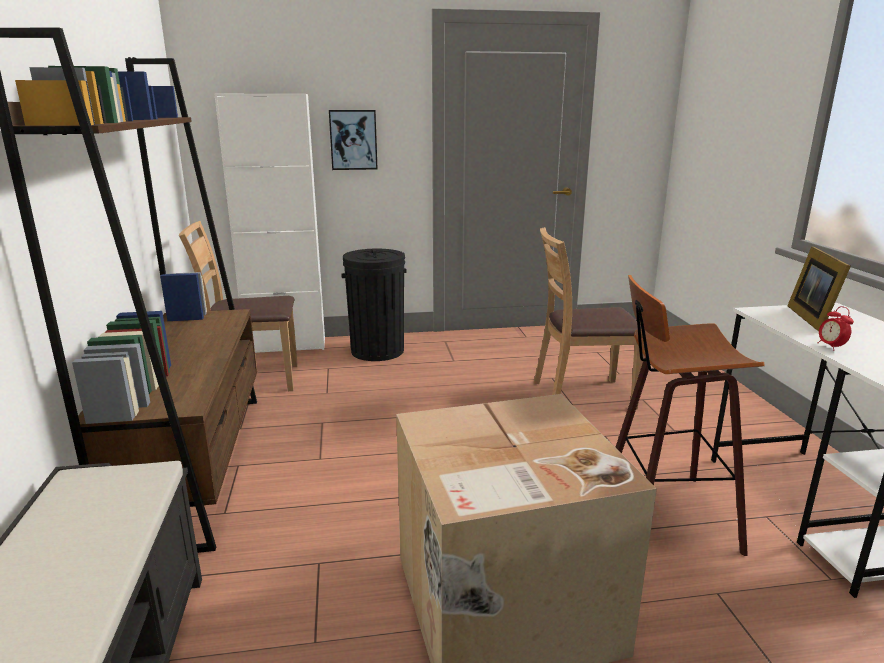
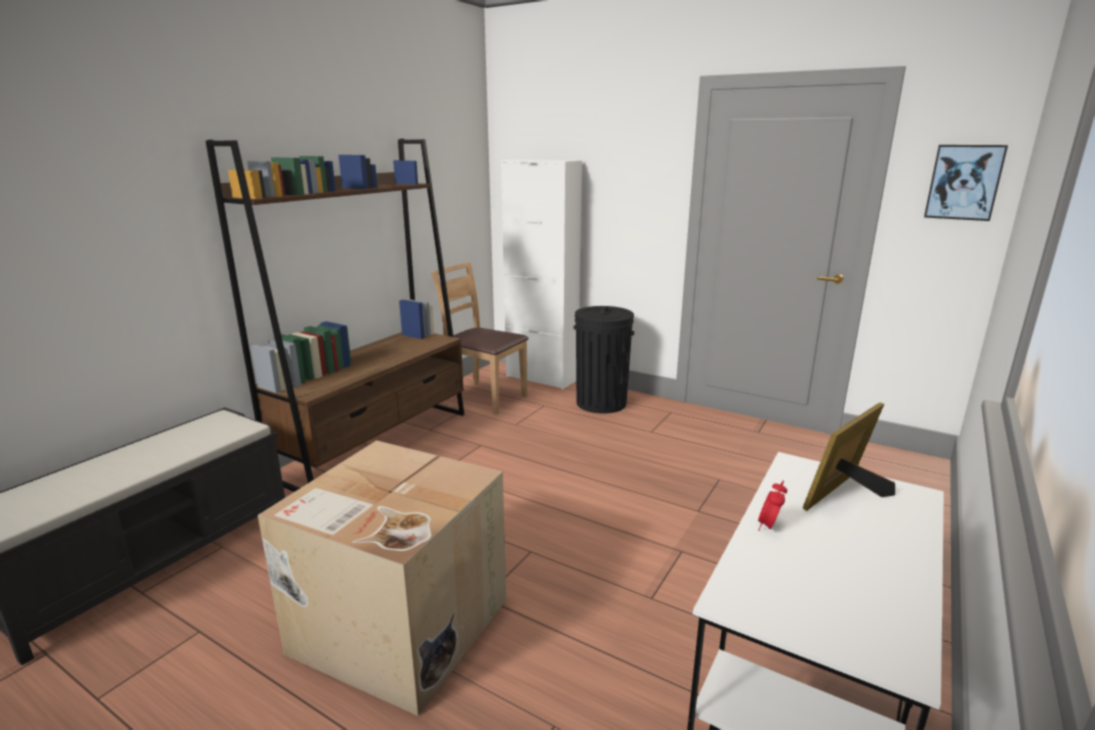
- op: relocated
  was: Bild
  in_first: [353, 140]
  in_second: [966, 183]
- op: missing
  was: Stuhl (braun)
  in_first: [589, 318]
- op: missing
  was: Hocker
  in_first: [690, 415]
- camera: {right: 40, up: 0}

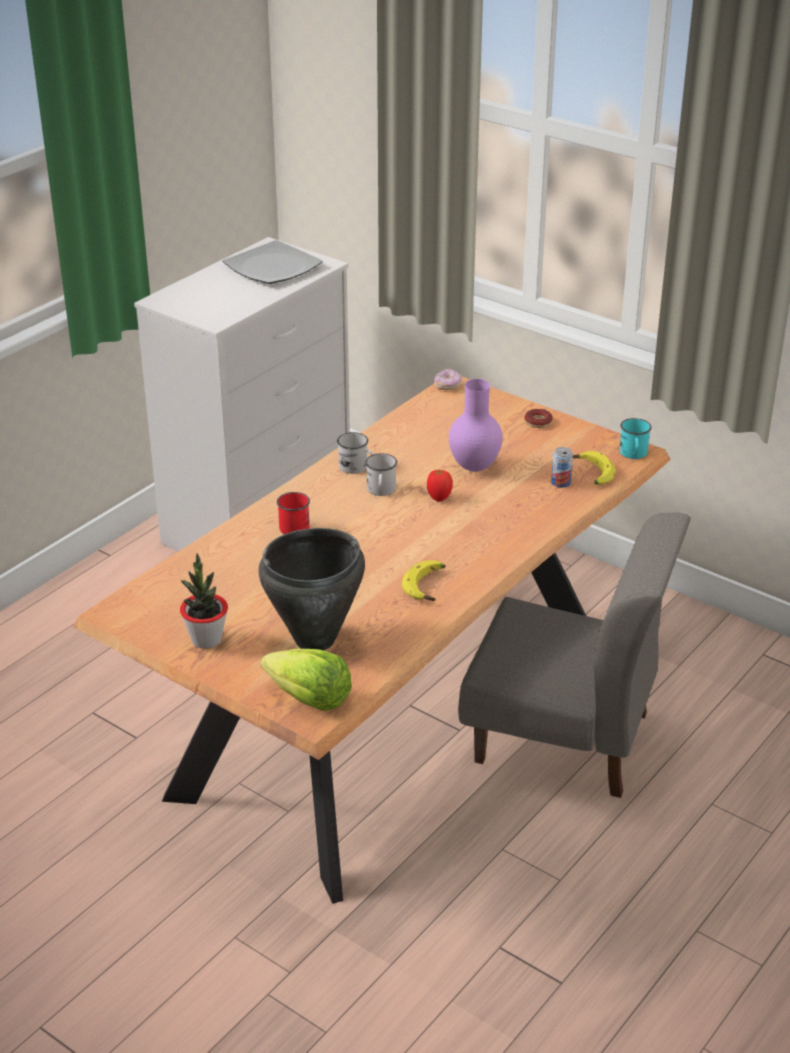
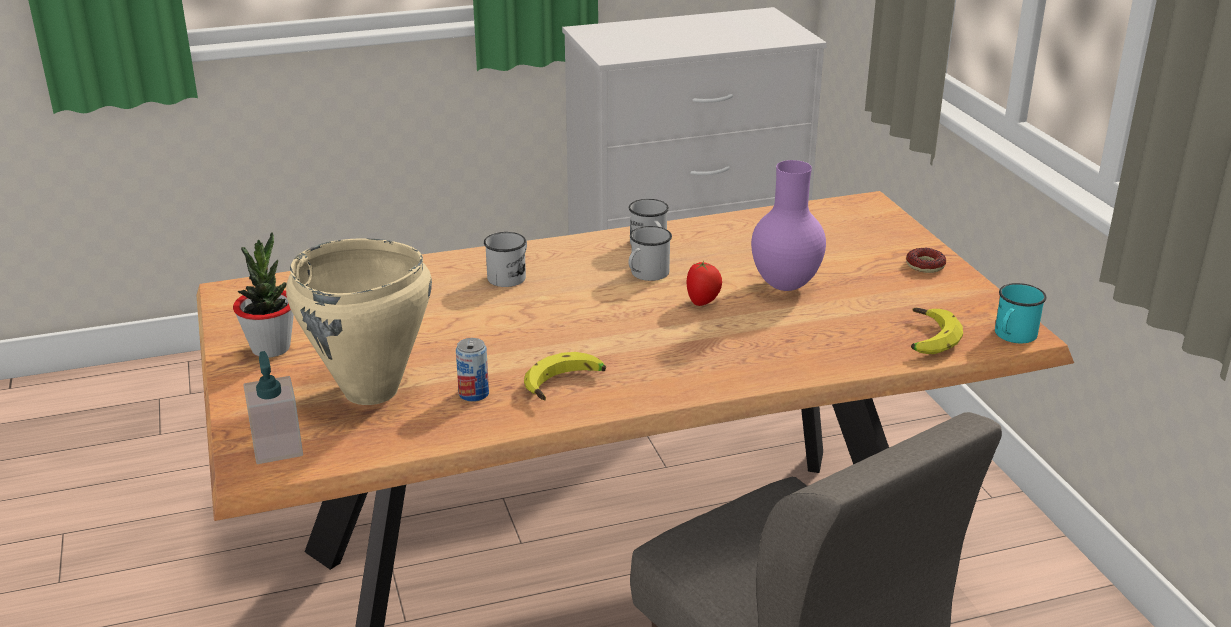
- op: exchanged
  was: Salatkopf
  now: Seifenspender
  in_first: [306, 680]
  in_second: [273, 407]
- op: colour
  was: Kochtopf (schwarz)
  now: Kochtopf (beige)
  in_first: [311, 589]
  in_second: [359, 321]
- op: relocated
  was: Dose
  in_first: [562, 467]
  in_second: [472, 370]
- op: colour
  was: Henkelbecher (rot)
  now: Henkelbecher (weiß)
  in_first: [293, 513]
  in_second: [505, 259]
- op: missing
  was: Teller
  in_first: [273, 262]
- op: missing
  was: Donut
  in_first: [448, 379]
- camera: {right: 35, up: -5}

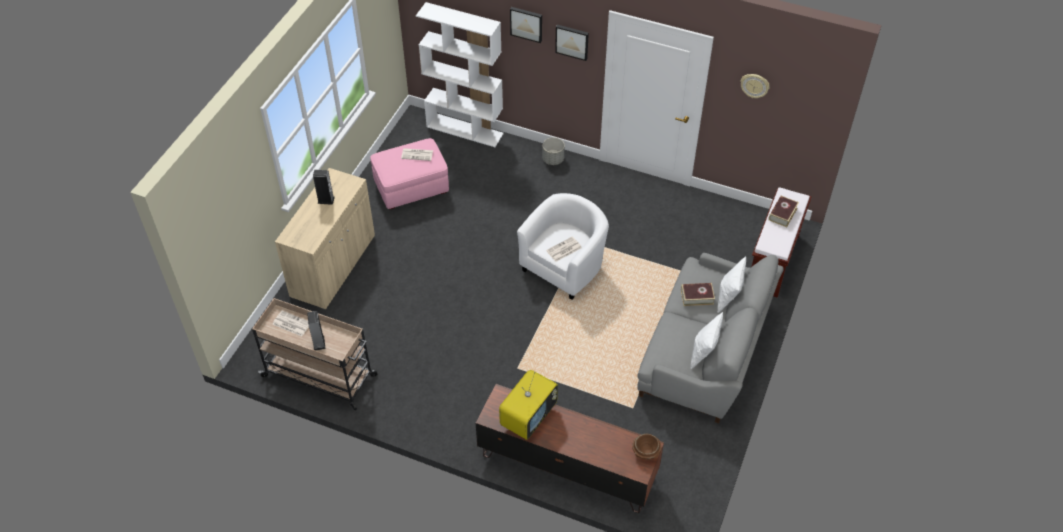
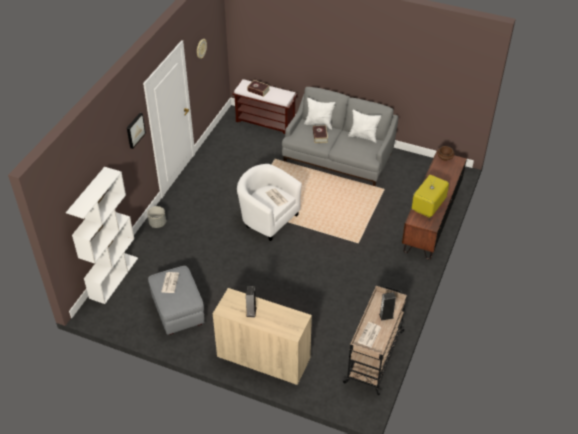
- op: colour
  was: Polsterhocker (rosa)
  now: Polsterhocker (grau)
  in_first: [409, 174]
  in_second: [176, 300]
- op: spun
  was: Fernseher
  in_first: [528, 405]
  in_second: [430, 196]
  clockwise: -90
- op: missing
  was: Bild
  in_first: [526, 25]
- camera: {right: -90, up: -5}

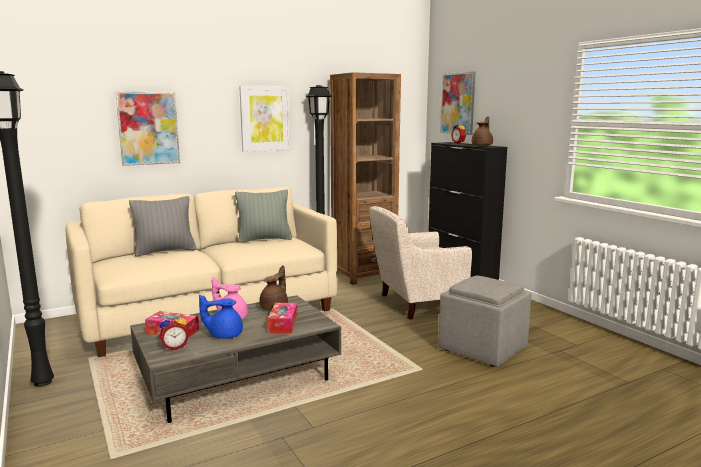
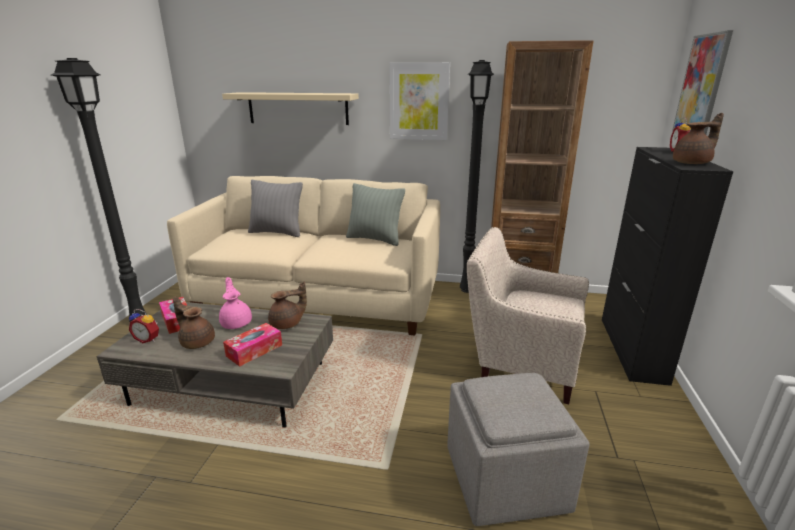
- op: colour
  was: Teekanne (blau)
  now: Teekanne (braun)
  in_first: [221, 316]
  in_second: [194, 322]
- op: exchanged
  was: Bild
  now: Wandregal (beige)
  in_first: [147, 128]
  in_second: [290, 108]
- camera: {right: 40, up: 10}

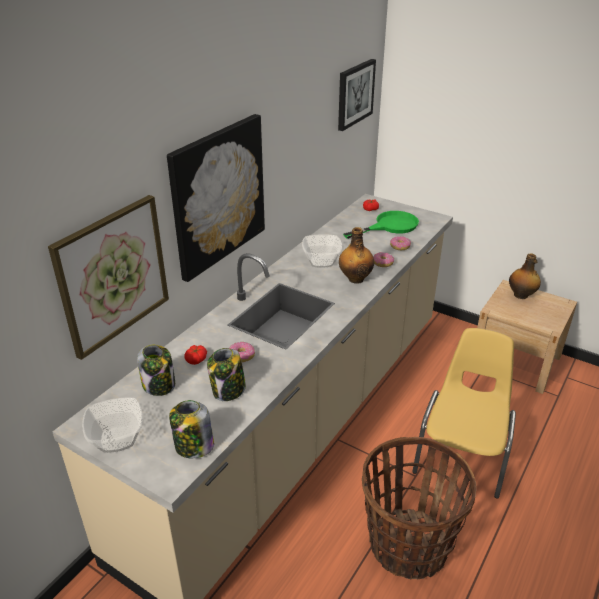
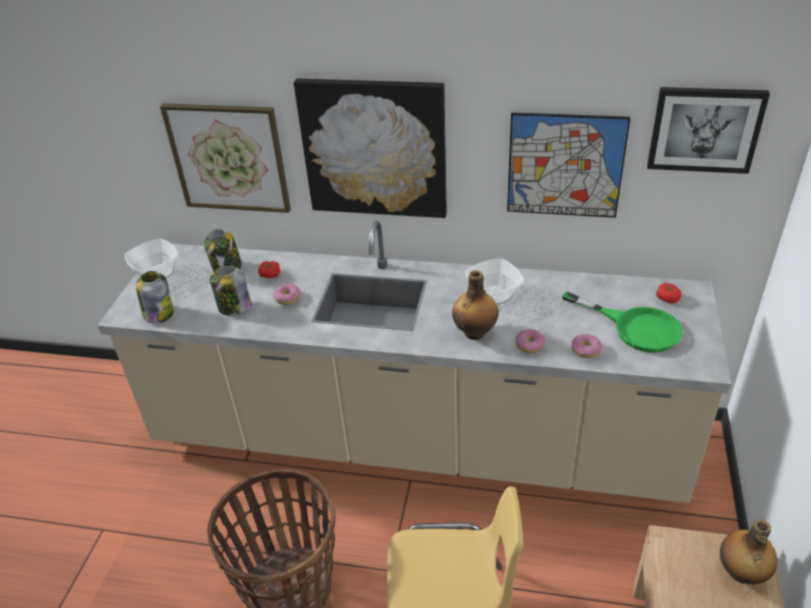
- op: appeared
  now: Bild
  in_second: [569, 165]
- camera: {right: 70, up: 5}

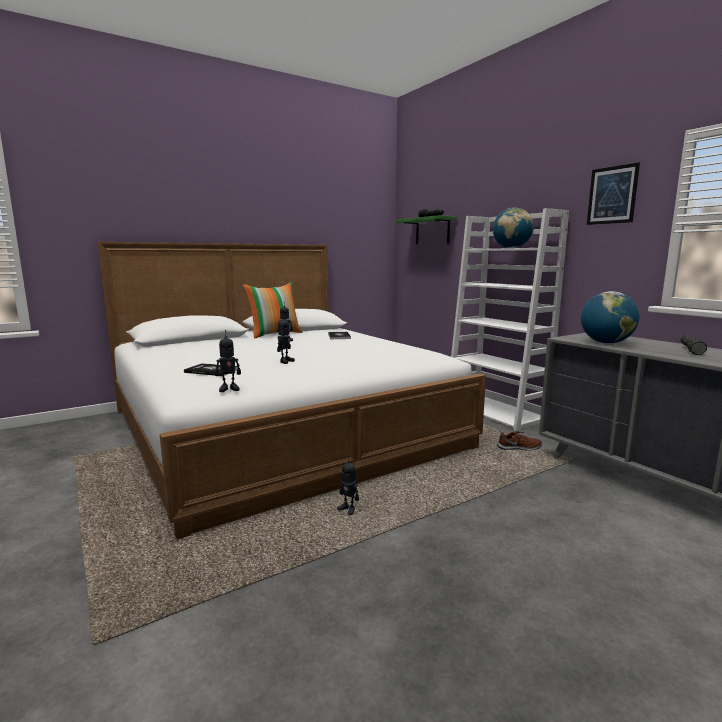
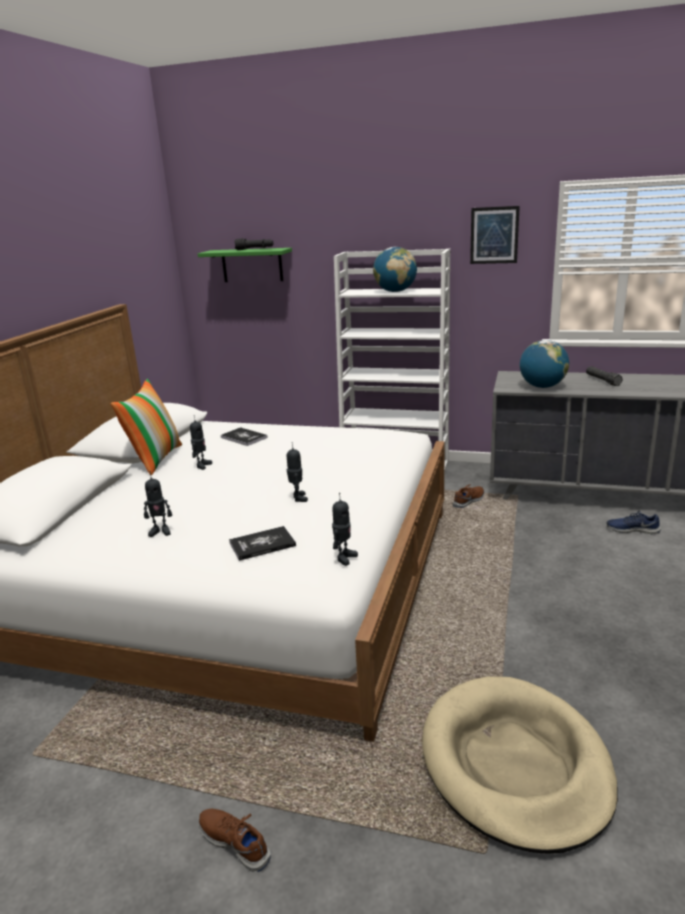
- op: relocated
  was: Spielzeugroboter
  in_first: [348, 485]
  in_second: [158, 504]
- op: appeared
  now: Schuh (braun)
  in_second: [235, 840]
- op: appeared
  now: Hundebett (beige)
  in_second: [520, 765]
- op: appeared
  now: Schuh (blau)
  in_second: [634, 522]
- camera: {right: -40, up: 10}

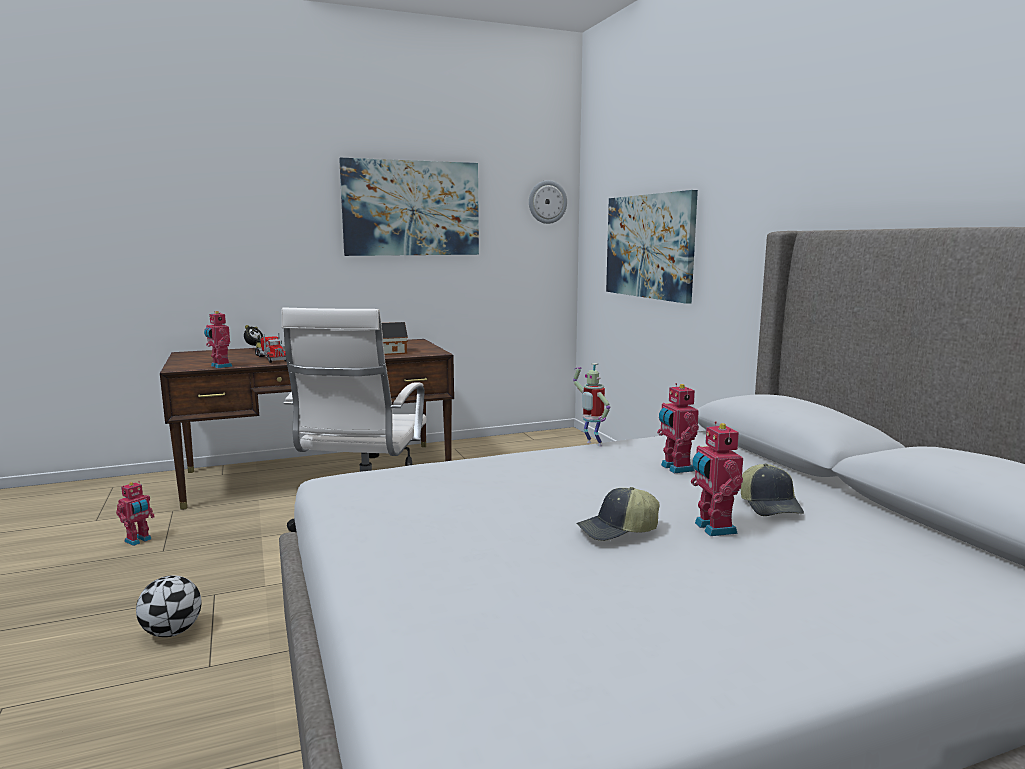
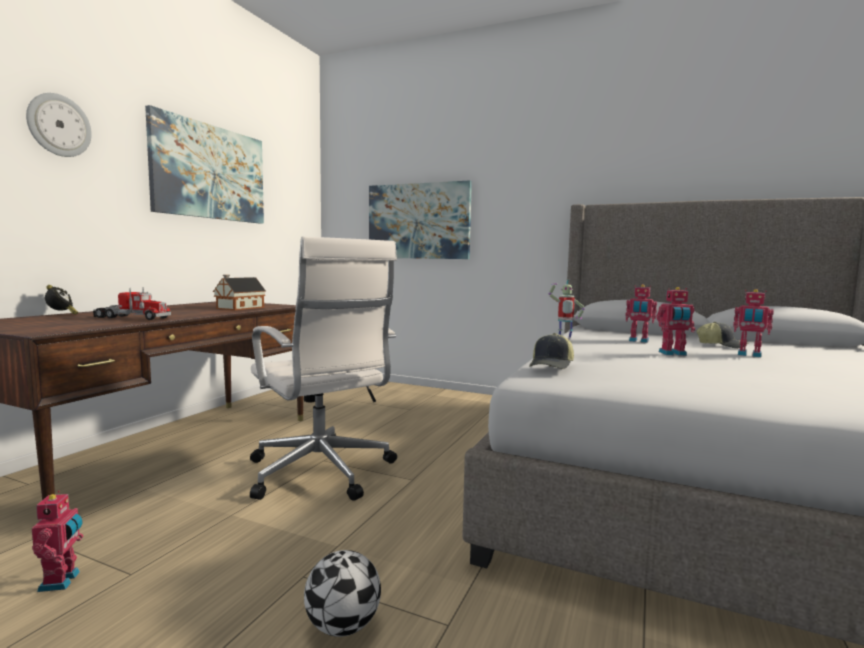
- op: relocated
  was: Wanduhr
  in_first: [548, 202]
  in_second: [59, 125]
- op: relocated
  was: Kappe
  in_first: [617, 514]
  in_second: [551, 351]
- op: relocated
  was: Spielzeugroboter
  in_first: [218, 339]
  in_second: [675, 321]
- camera: {right: -45, up: -5}

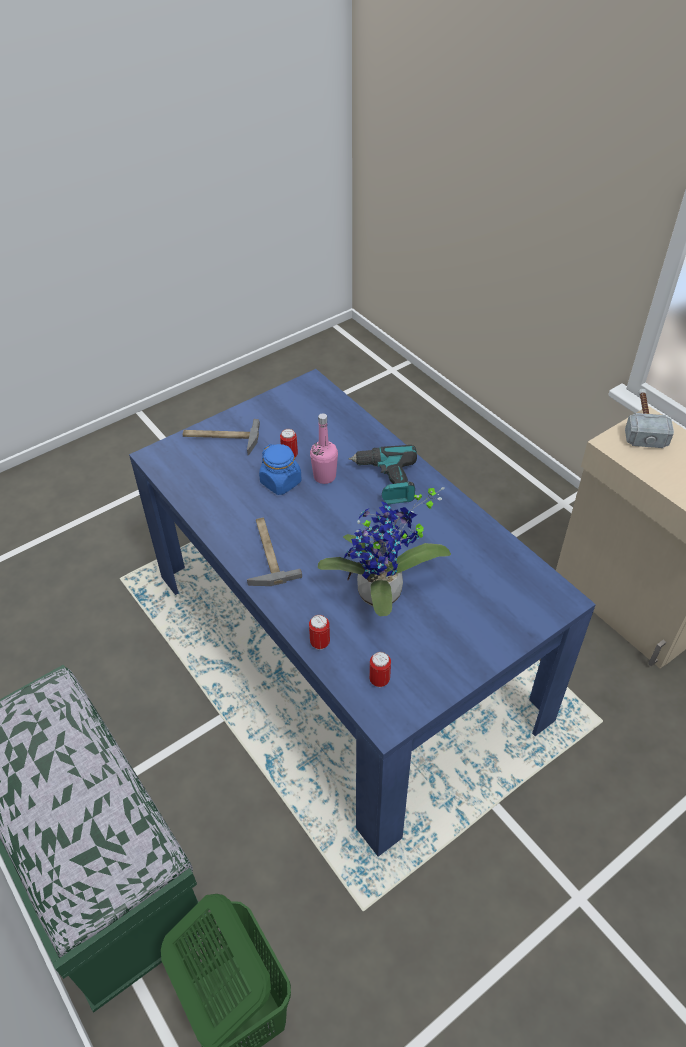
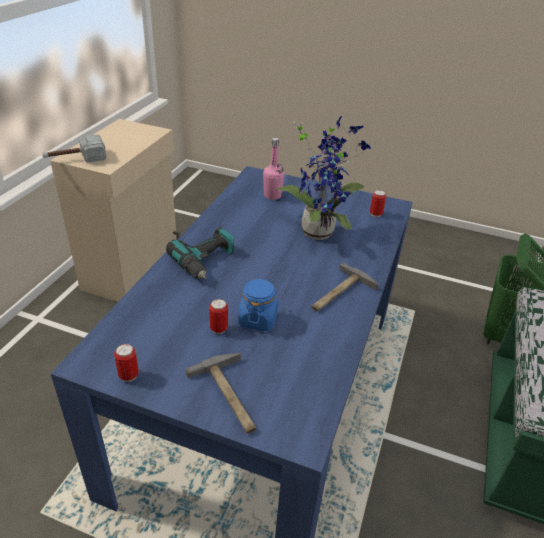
- op: relocated
  was: Dose
  in_first: [319, 632]
  in_second: [126, 363]
- op: relocated
  was: Flasche (rosa)
  in_first: [324, 448]
  in_second: [274, 169]
- camera: {right: -125, up: -10}

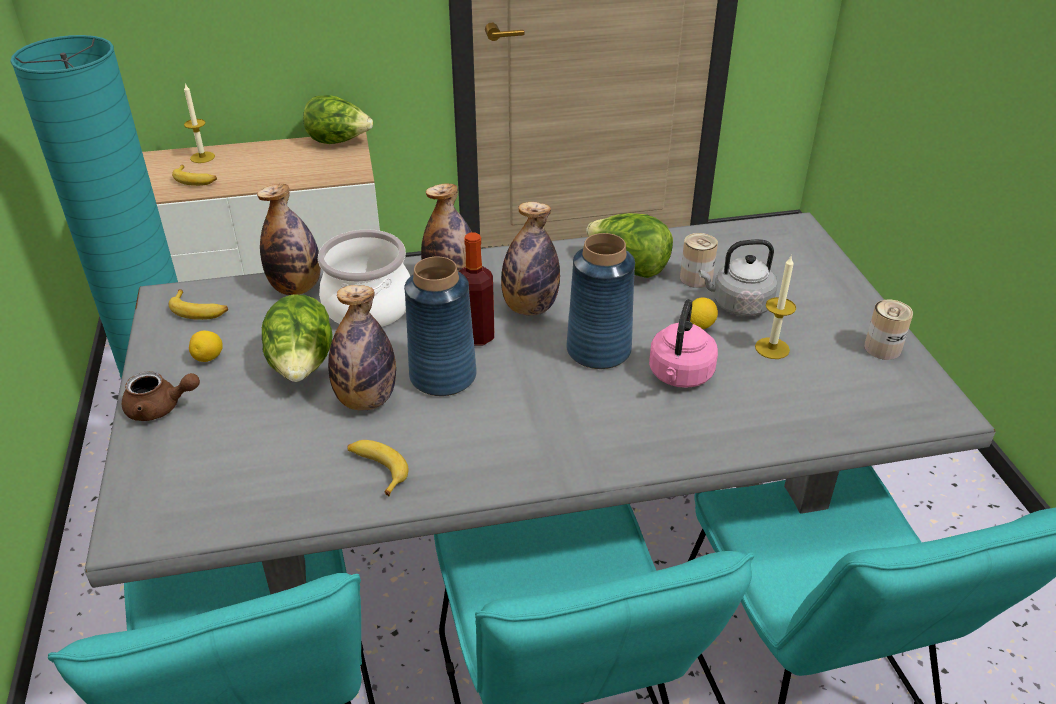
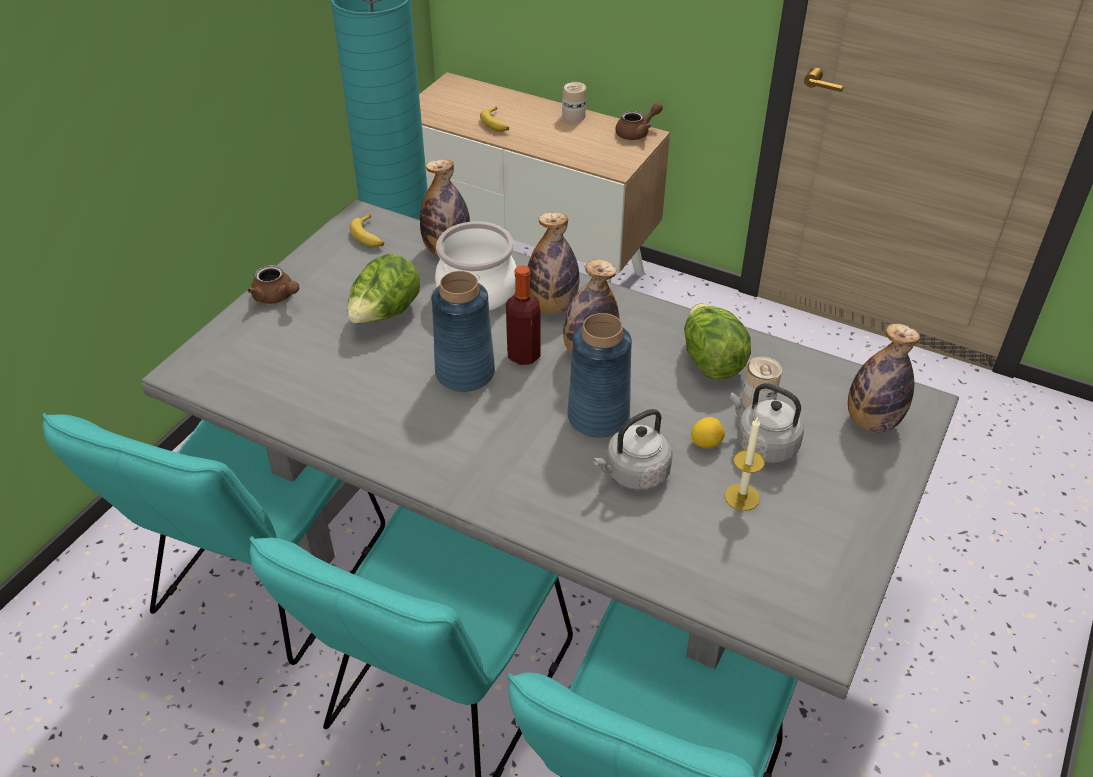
- op: relocated
  was: Dose
  in_first: [888, 329]
  in_second: [574, 102]
- op: colour
  was: Wasserkessel (rosa)
  now: Wasserkessel (grau)
  in_first: [683, 343]
  in_second: [633, 449]
- op: exchanged
  was: Salatkopf
  now: Teekanne (braun)
  in_first: [338, 119]
  in_second: [639, 121]
- op: relocated
  was: Flasche
  in_first: [362, 347]
  in_second: [884, 378]
- op: missing
  was: Kerze
  in_first: [199, 123]
- op: missing
  was: Zitrone
  in_first: [206, 346]
- op: missing
  was: Banane
  in_first: [378, 468]
- camera: {right: 40, up: 5}

